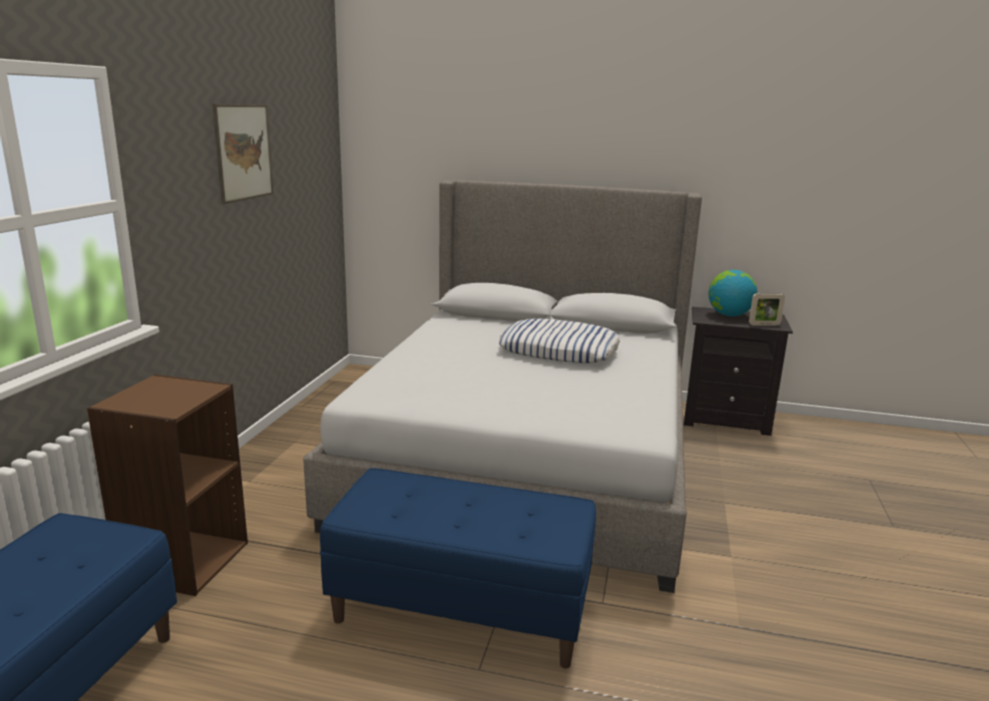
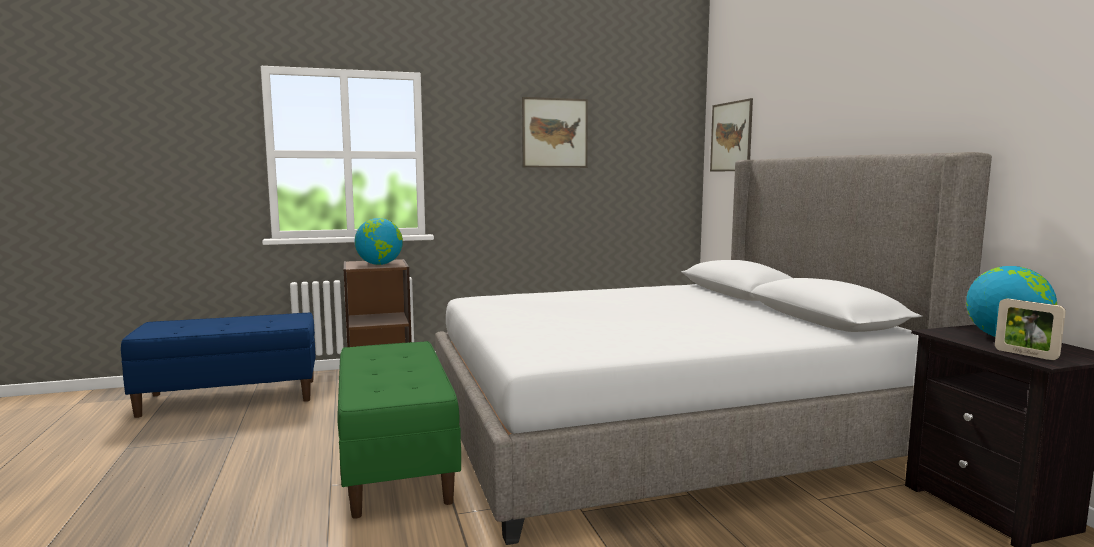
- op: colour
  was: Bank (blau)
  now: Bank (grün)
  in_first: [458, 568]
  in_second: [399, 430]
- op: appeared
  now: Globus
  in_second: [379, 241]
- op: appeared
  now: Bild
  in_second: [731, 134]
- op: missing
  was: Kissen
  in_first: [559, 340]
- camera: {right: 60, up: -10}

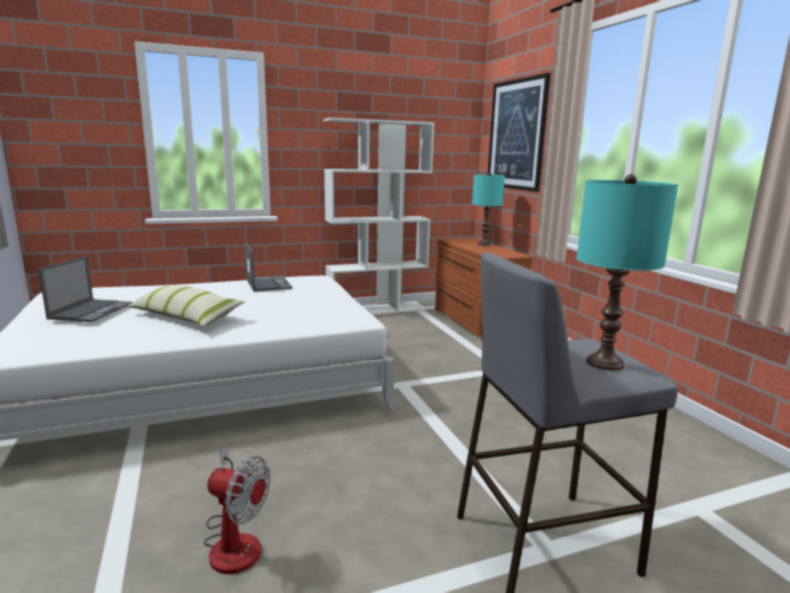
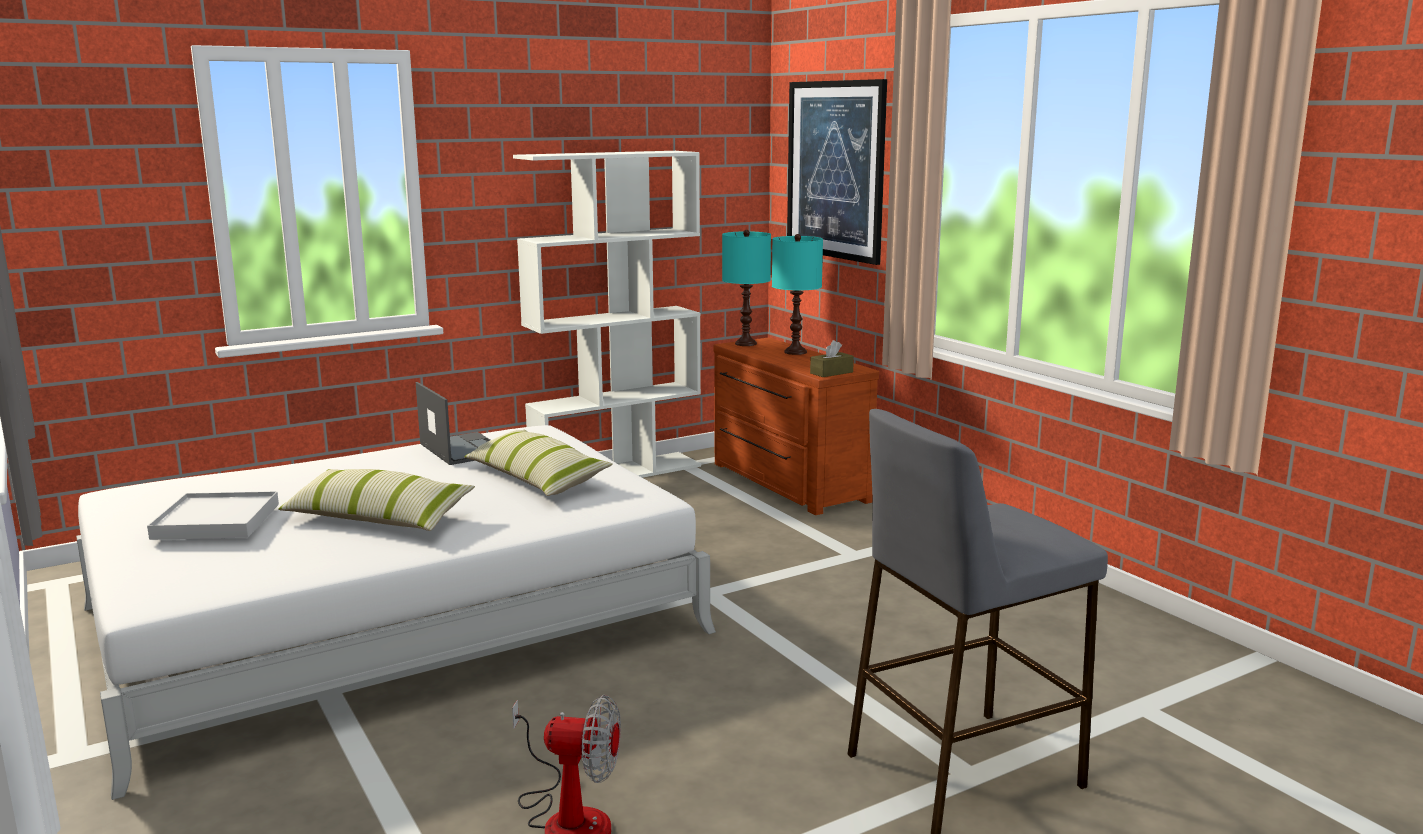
- op: exchanged
  was: Laptop
  now: Tablett (weiß)
  in_first: [85, 289]
  in_second: [213, 515]
- op: appeared
  now: Kissen
  in_second: [538, 463]
- op: relocated
  was: Tischlampe (türkis)
  in_first: [627, 272]
  in_second: [746, 288]
- op: appeared
  now: Taschentuchbox (braun)
  in_second: [832, 358]
- camera: {right: -10, up: 0}

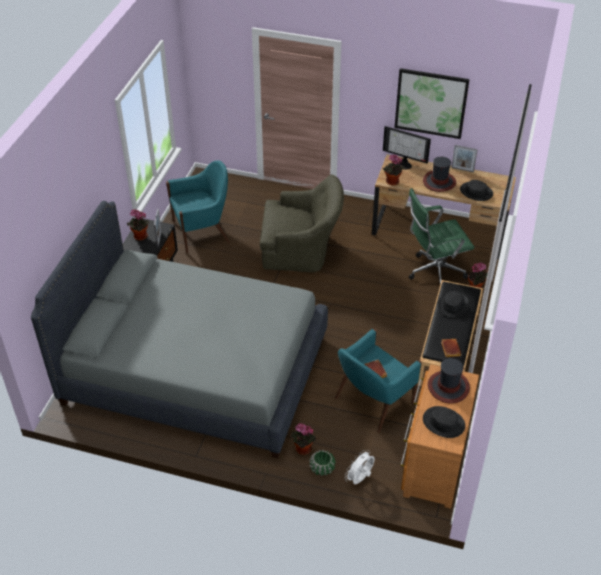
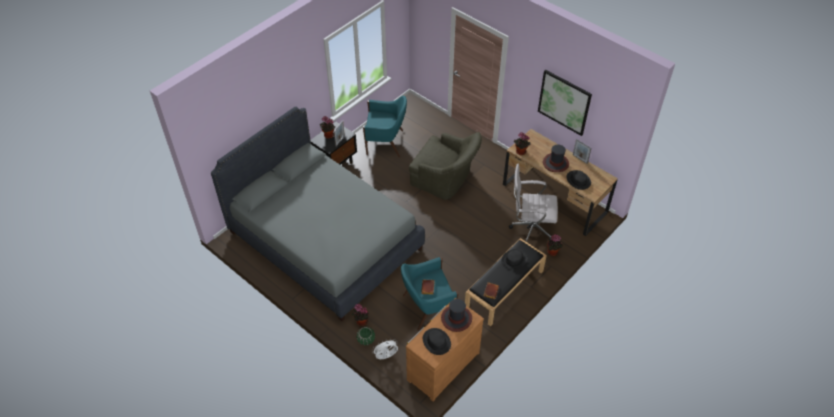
- op: colour
  was: Bürostuhl (grün)
  now: Bürostuhl (weiß)
  in_first: [442, 236]
  in_second: [533, 203]
- op: missing
  was: Monitor
  in_first: [407, 148]
- camera: {right: 25, up: 5}

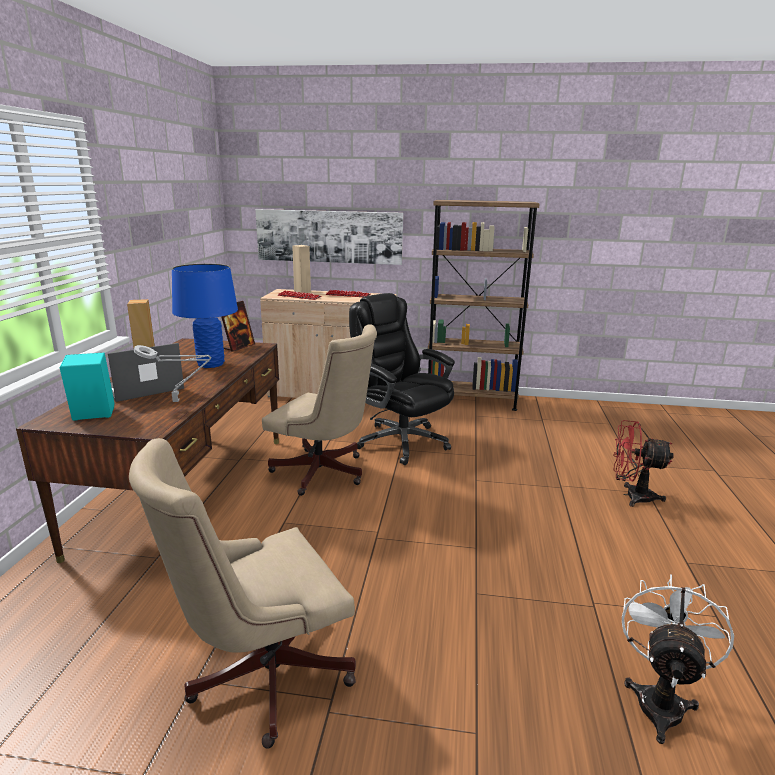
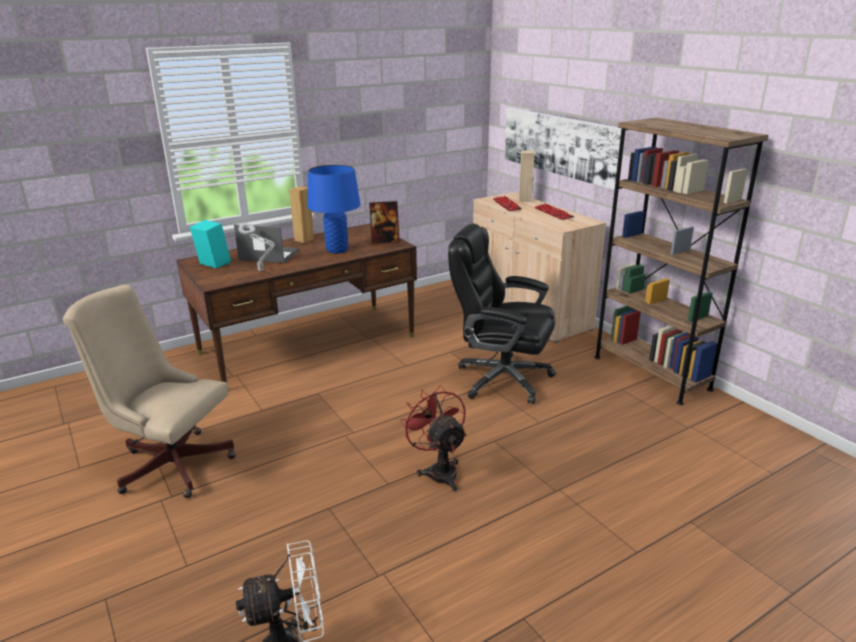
- op: relocated
  was: Ventilator (rot)
  in_first: [643, 463]
  in_second: [433, 438]
- op: spun
  was: Bürostuhl (schwarz)
  in_first: [402, 379]
  in_second: [502, 314]
  clockwise: -75
- op: missing
  was: Bürostuhl (beige)
  in_first: [319, 410]
- camera: {right: 50, up: 5}

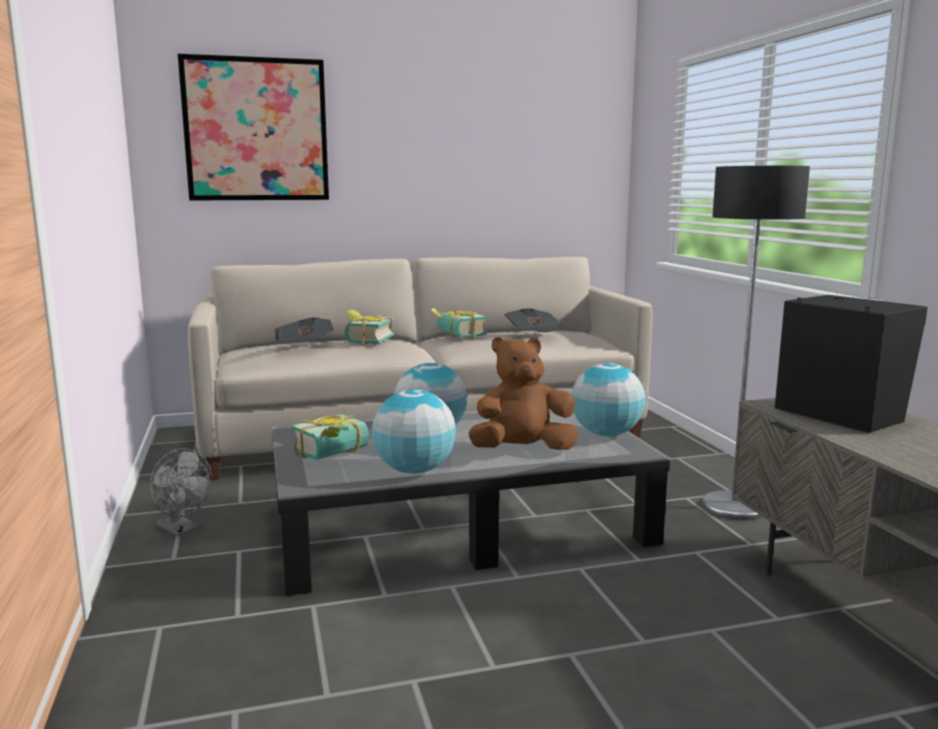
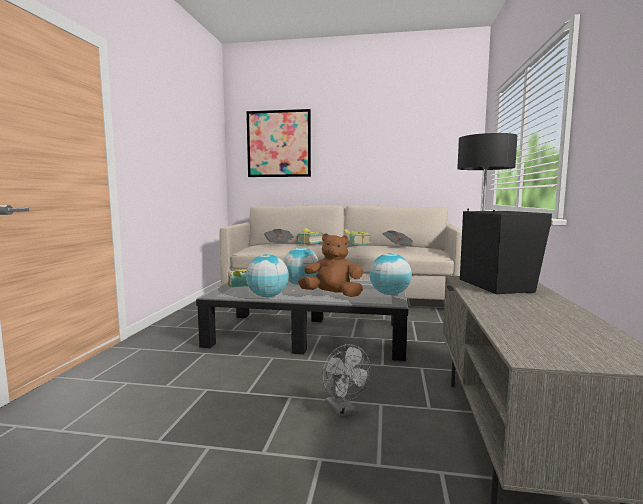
- op: relocated
  was: Ventilator (grau)
  in_first: [180, 492]
  in_second: [346, 380]
- camera: {right: 25, up: -5}

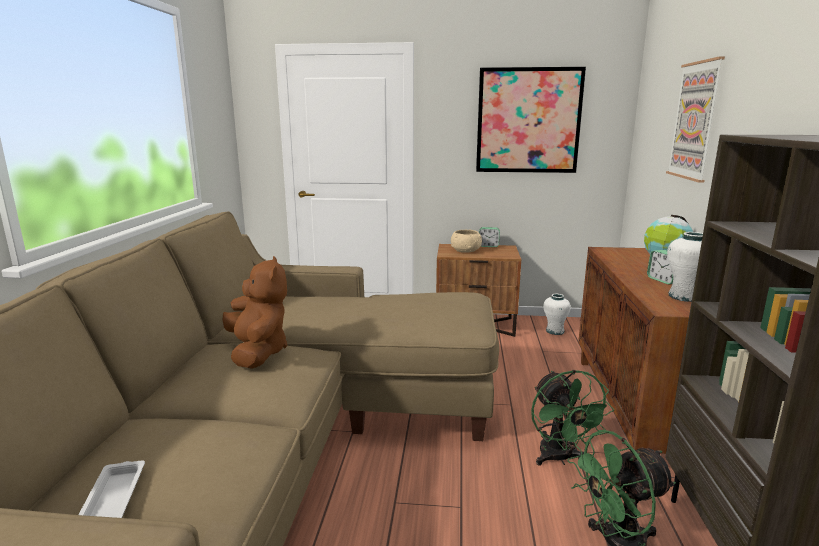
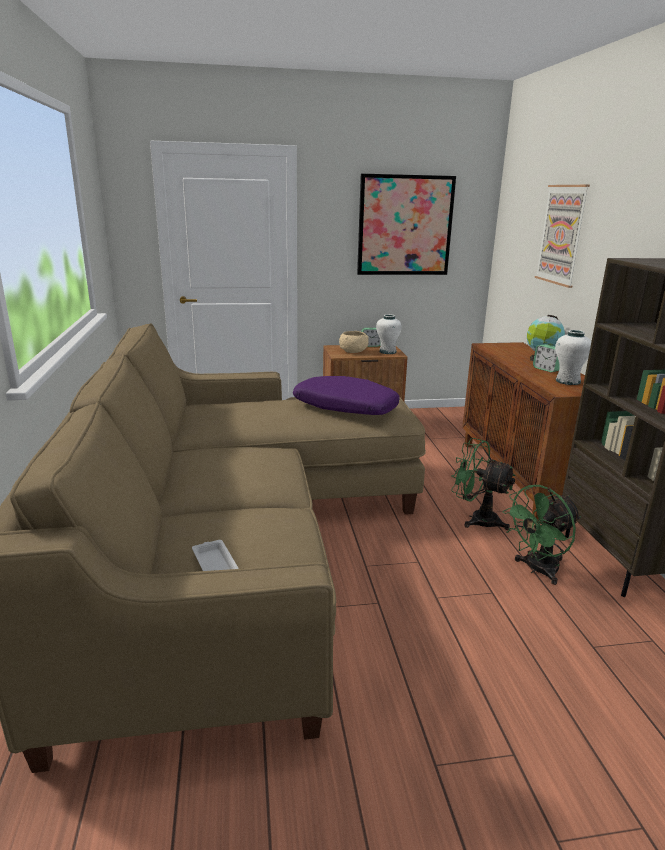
- op: appeared
  now: Kissen (lila)
  in_second: [346, 395]
- op: relocated
  was: Vase (weiß)
  in_first: [557, 314]
  in_second: [389, 334]
- op: spun
  was: Ventilator (grün)
  in_first: [572, 418]
  in_second: [483, 484]
  clockwise: 150
- op: missing
  was: Plüschtier (braun)
  in_first: [255, 312]
- camera: {right: -15, up: 5}

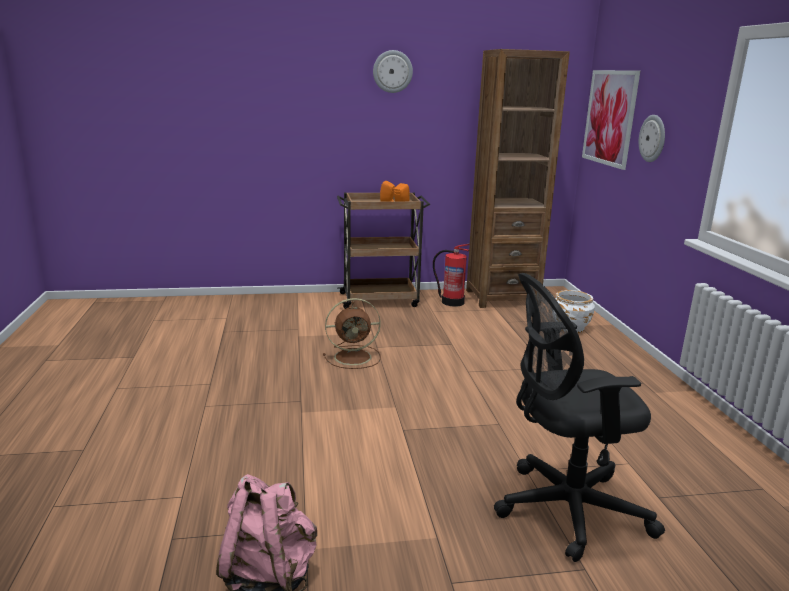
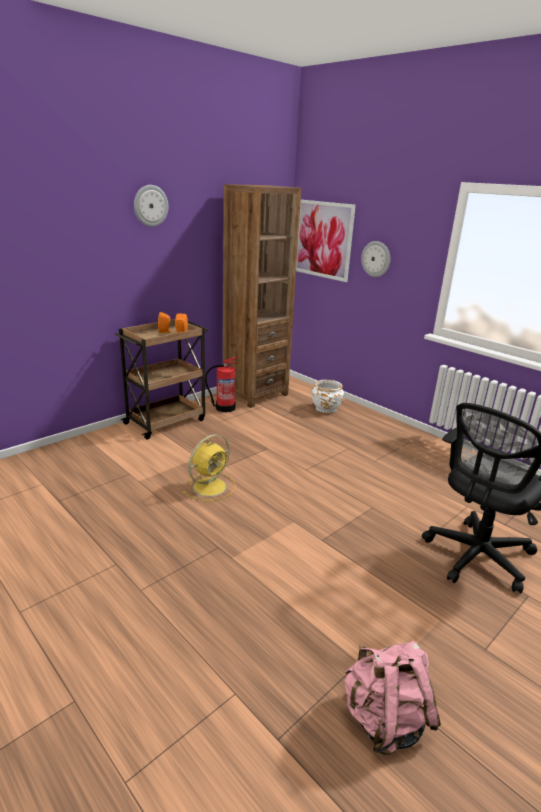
- op: colour
  was: Ventilator (braun)
  now: Ventilator (gelb)
  in_first: [352, 333]
  in_second: [209, 467]
- camera: {right: -35, up: 5}

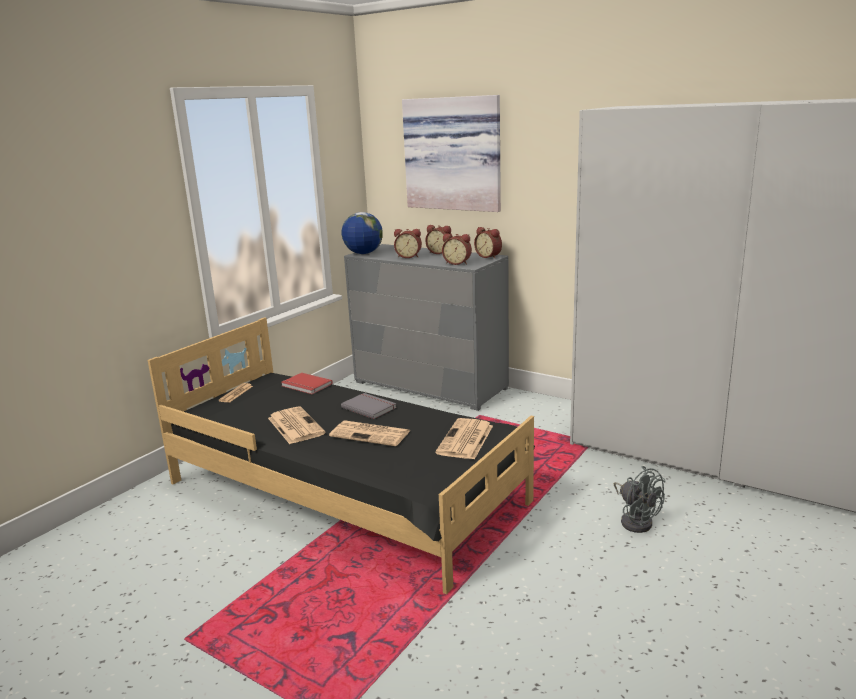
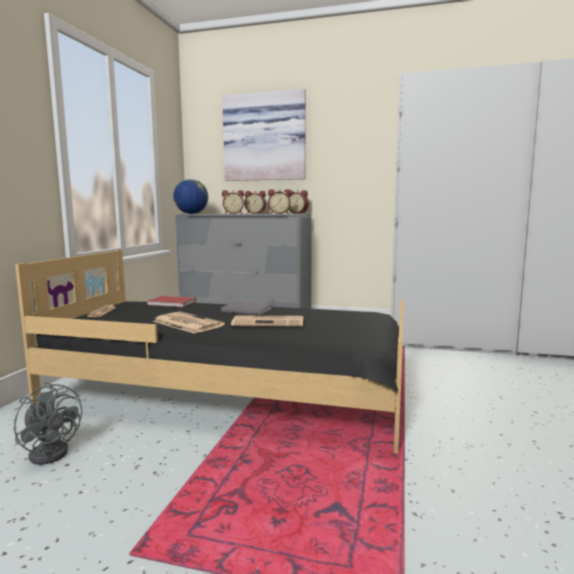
- op: relocated
  was: Ventilator (grau)
  in_first: [639, 499]
  in_second: [48, 423]
- op: missing
  was: Zeitung
  in_first: [464, 439]
- camera: {right: -20, up: -10}

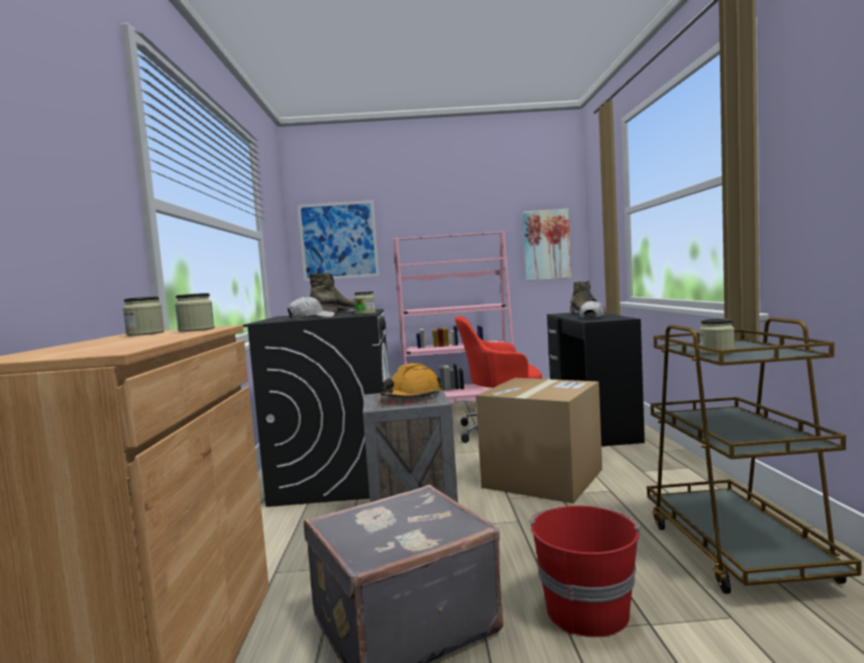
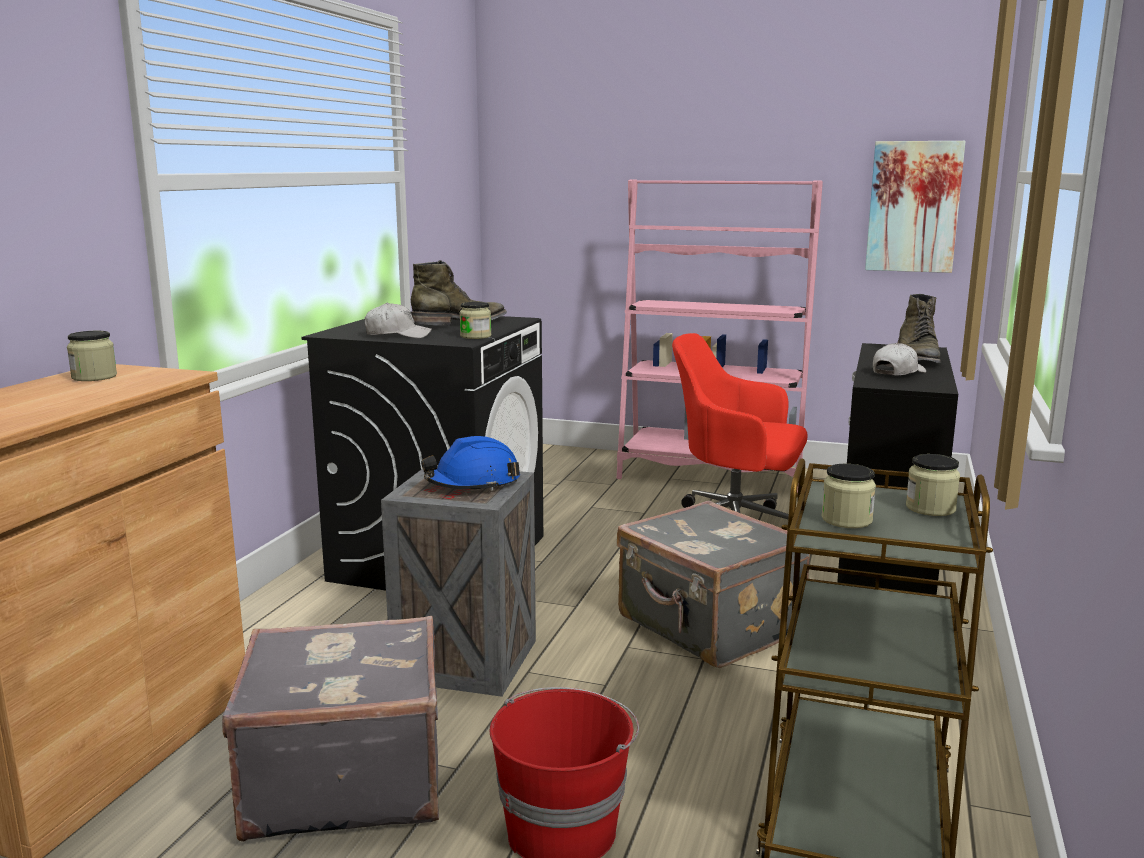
- op: colour
  was: Schutzhelm (orange)
  now: Schutzhelm (blau)
  in_first: [412, 380]
  in_second: [470, 463]
- op: exchanged
  was: Karton
  now: Koffer (grau)
  in_first: [539, 441]
  in_second: [713, 584]
- op: relocated
  was: Vorratsglas
  in_first: [195, 312]
  in_second: [933, 485]
- op: missing
  was: Bild
  in_first: [338, 240]
- camera: {right: 20, up: 10}

